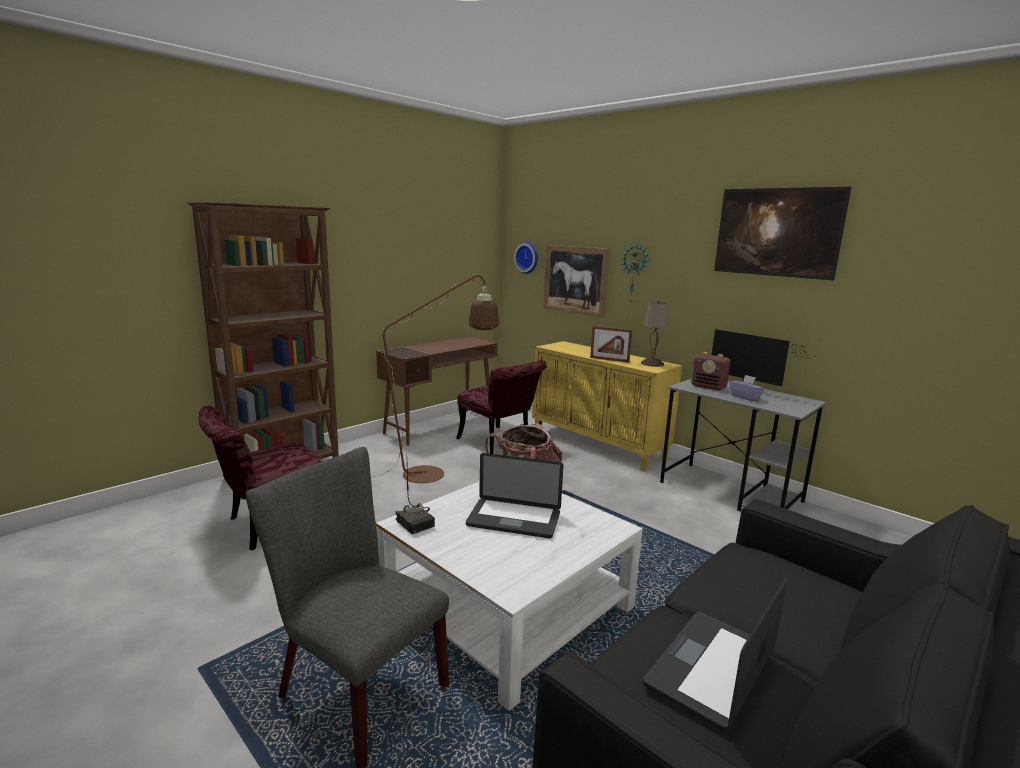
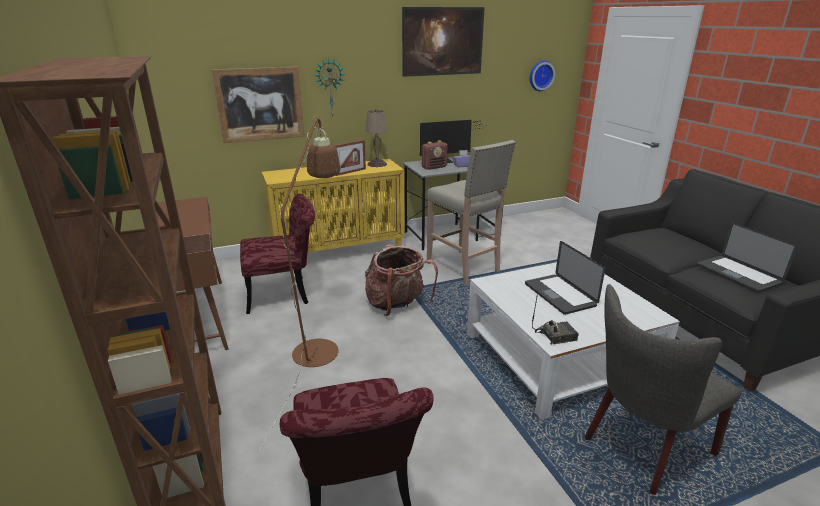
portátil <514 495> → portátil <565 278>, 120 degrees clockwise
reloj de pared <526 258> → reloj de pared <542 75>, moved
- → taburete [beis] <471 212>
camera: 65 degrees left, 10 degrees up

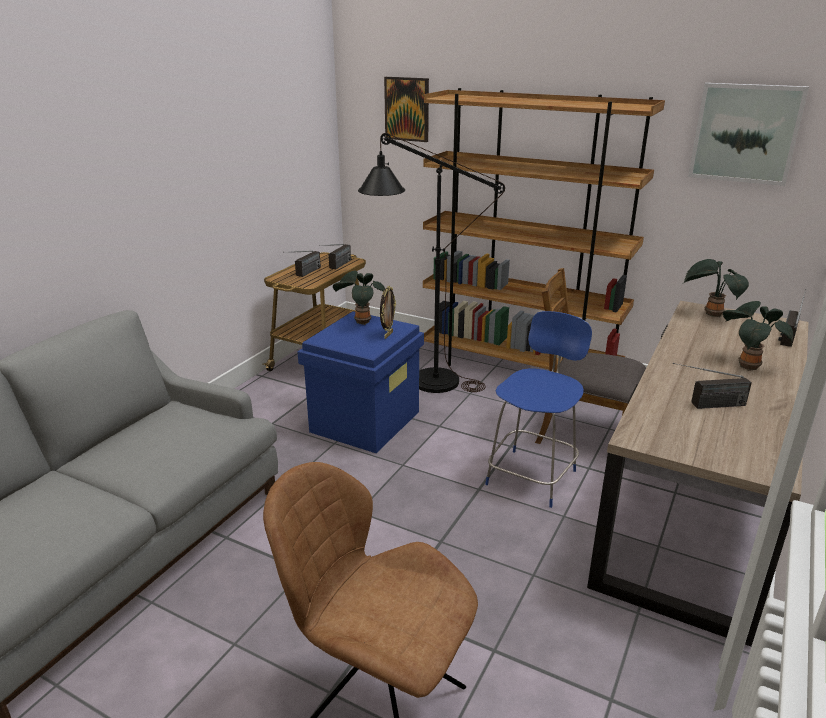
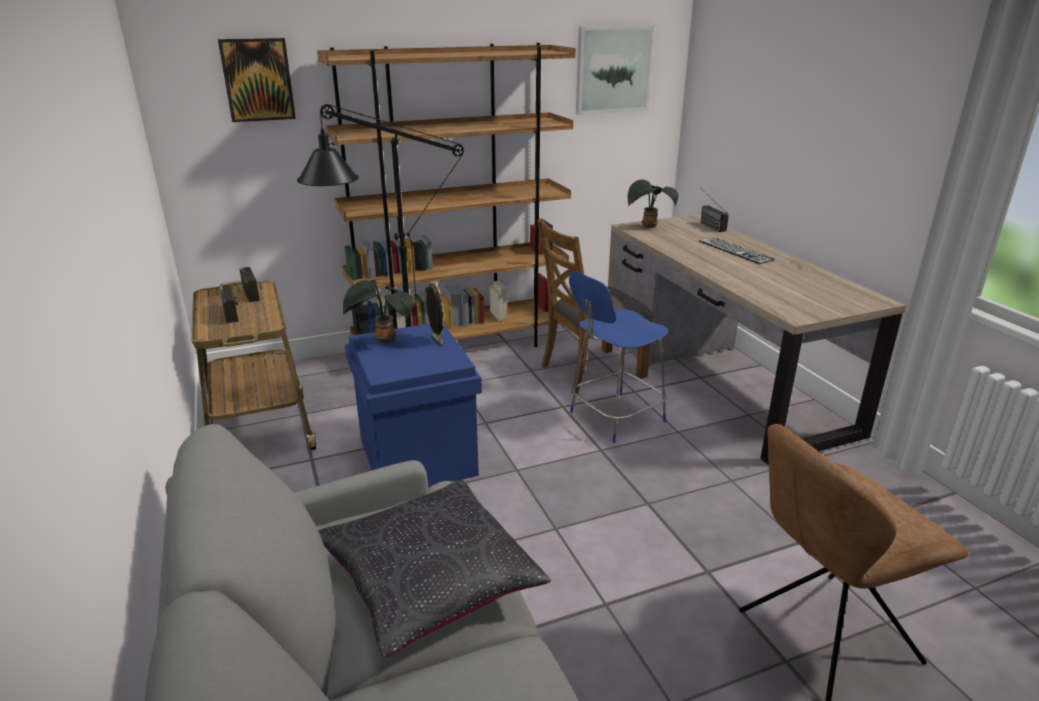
silla [azul] <538 409> → silla [azul] <619 357>, 105 degrees counterclockwise
radio <712 386> → -
planta en maceta <758 336> → teclado <737 250>
- → cojín [negro] <434 569>
camera: 50 degrees left, 0 degrees up

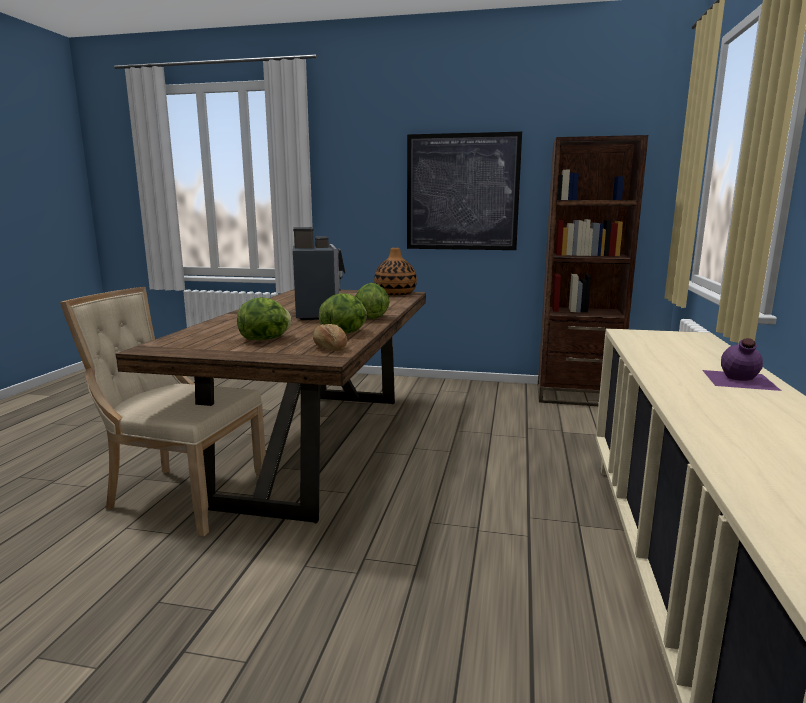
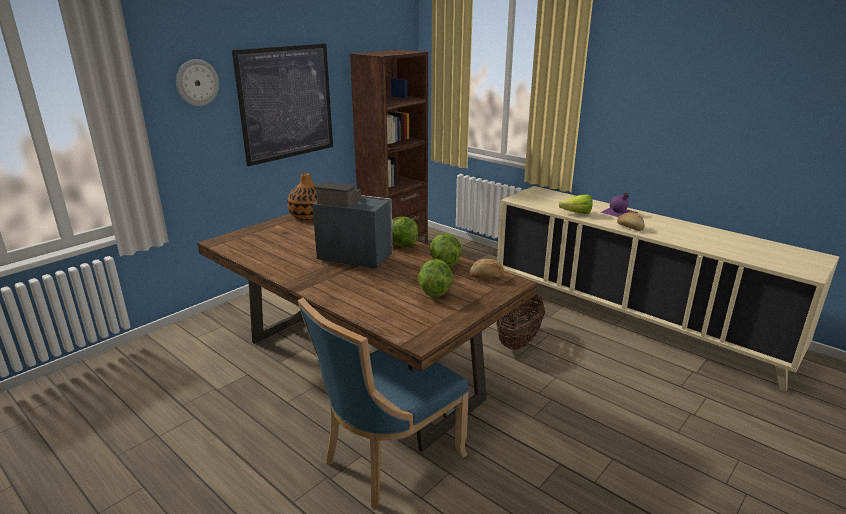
silla [beis] <163 411> → silla [azul] <383 403>
- → reloj de pared <197 82>
- → cesta <521 322>
- → lechuga <576 204>
- → pan <631 221>
camera: 60 degrees left, 10 degrees up

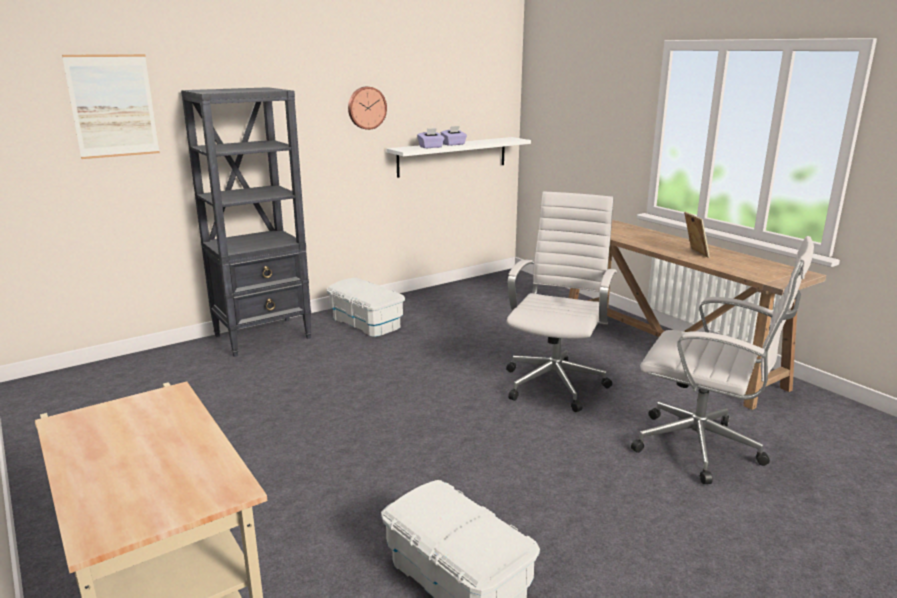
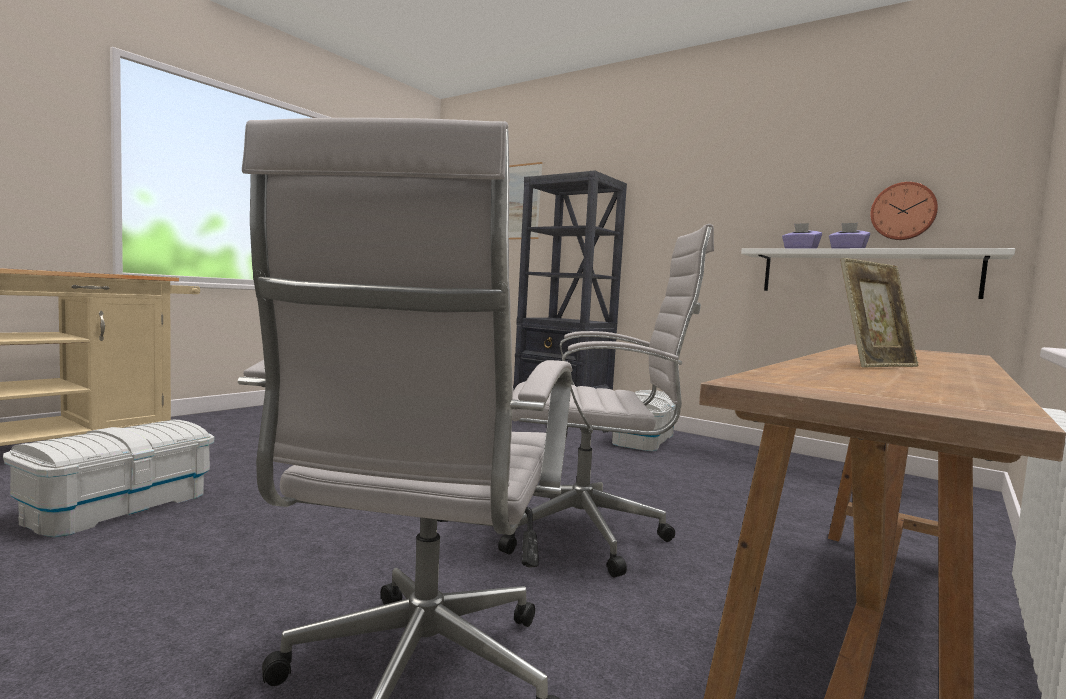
reloj de pared <367 108> → reloj de pared <904 211>, moved
camera: 70 degrees right, 15 degrees down

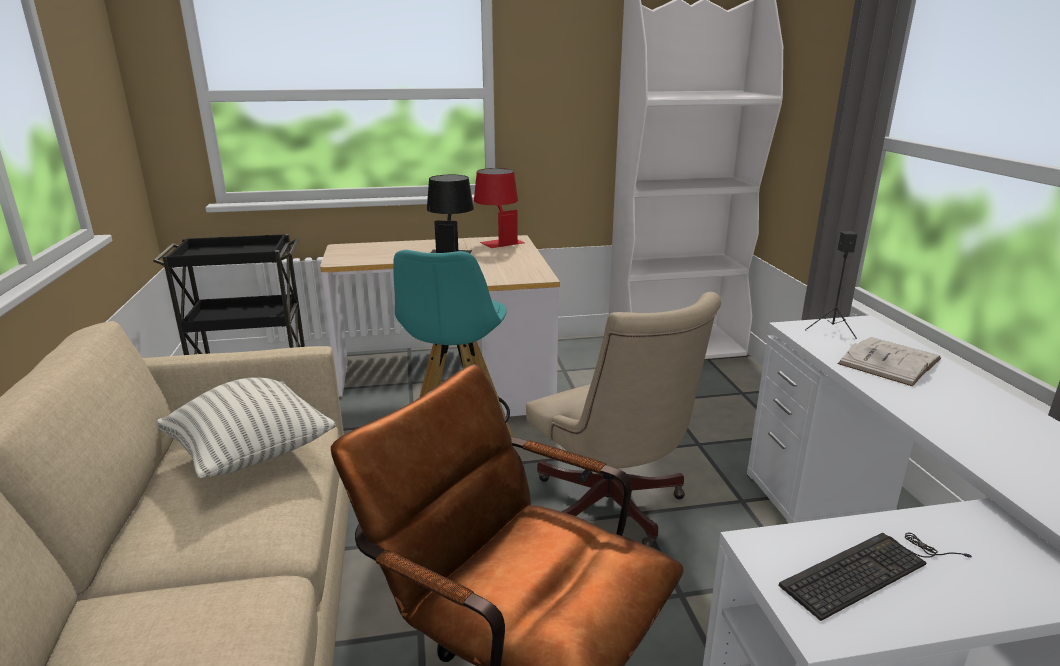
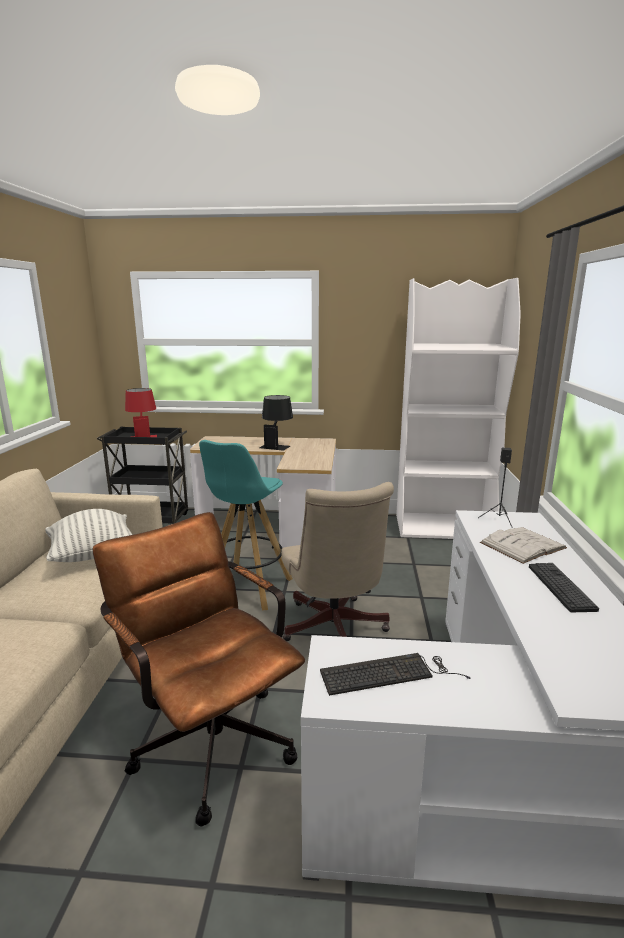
lámpara de mesa [rojo] <499 208> → lámpara de mesa [rojo] <141 412>, moved
- → teclado <564 587>
camera: 15 degrees right, 5 degrees down

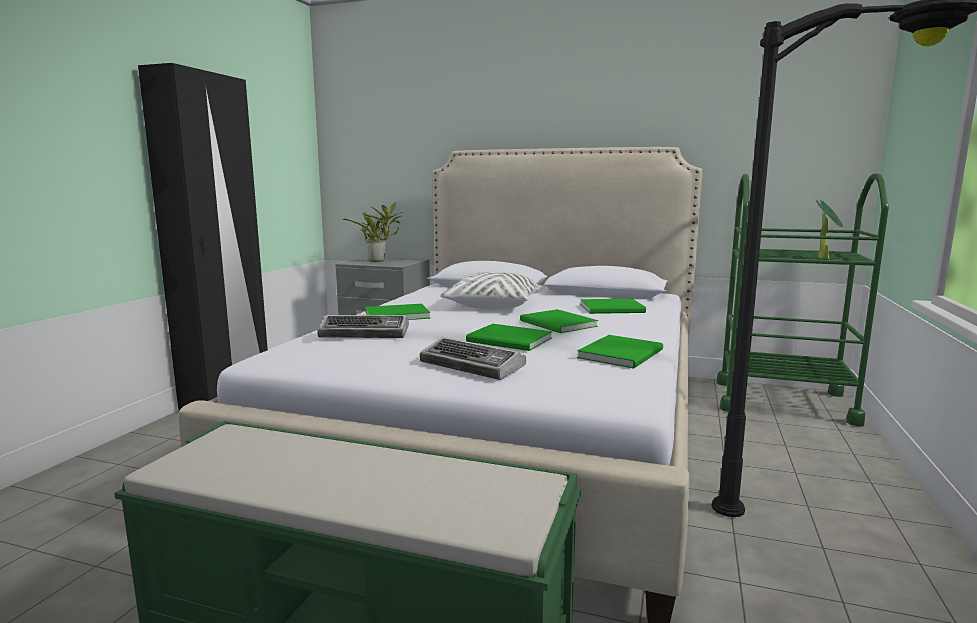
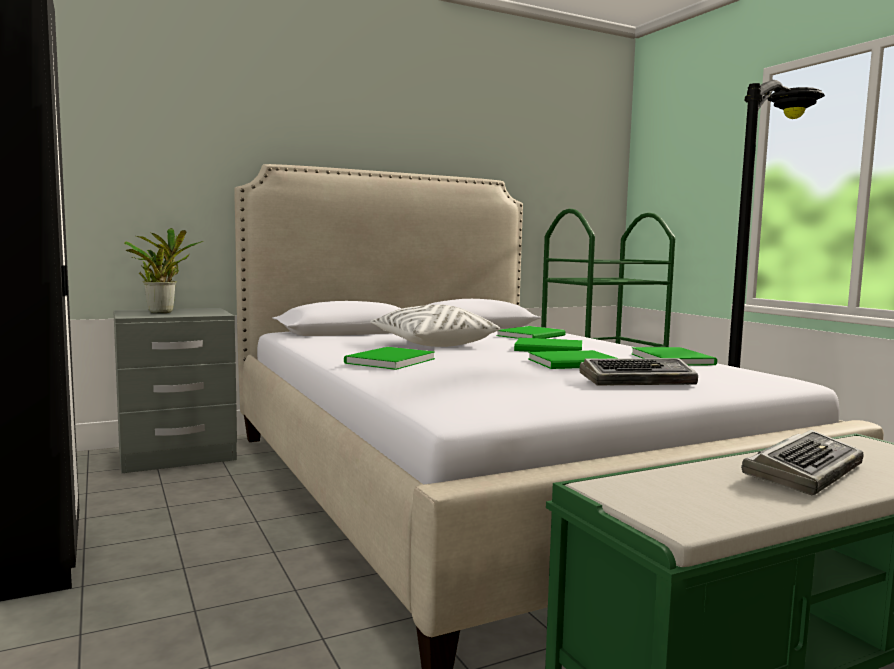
teclado <363 326> → teclado <802 462>, moved
planta en maceta <829 229> → -
camera: 45 degrees left, 5 degrees down

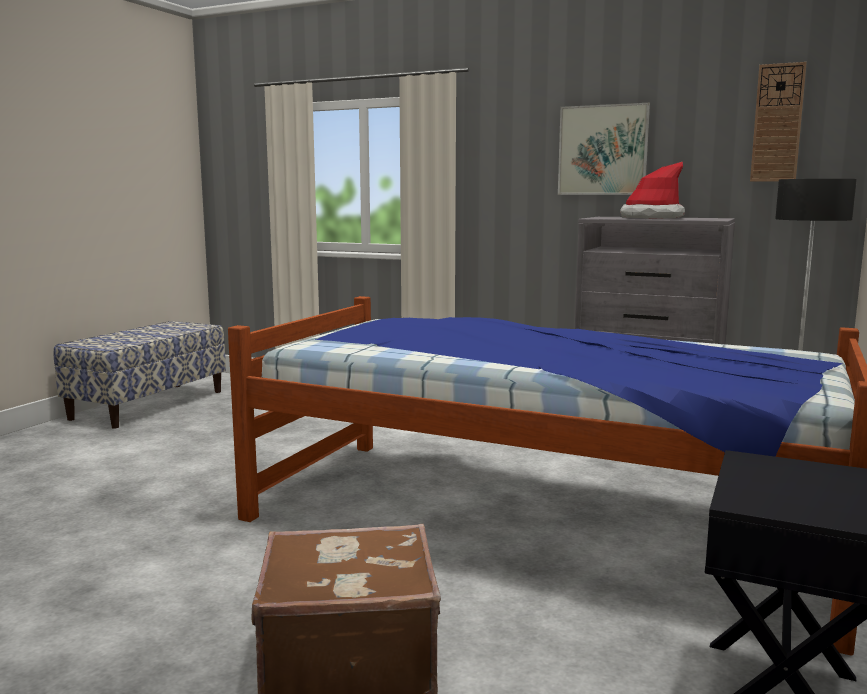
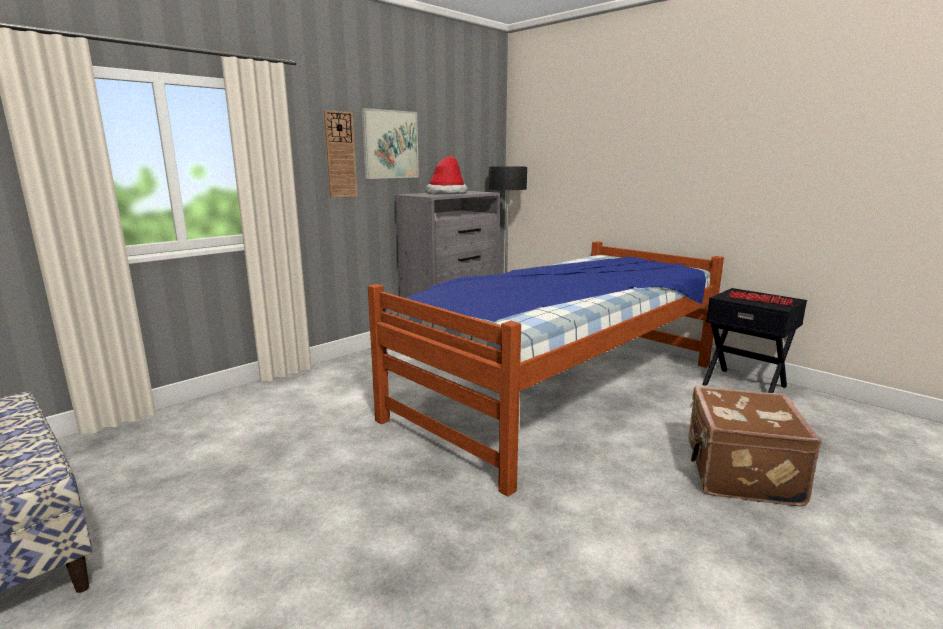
reloj de pared <778 122> → reloj de pared <340 154>, moved
- → teclado <761 298>
camera: 70 degrees left, 5 degrees up

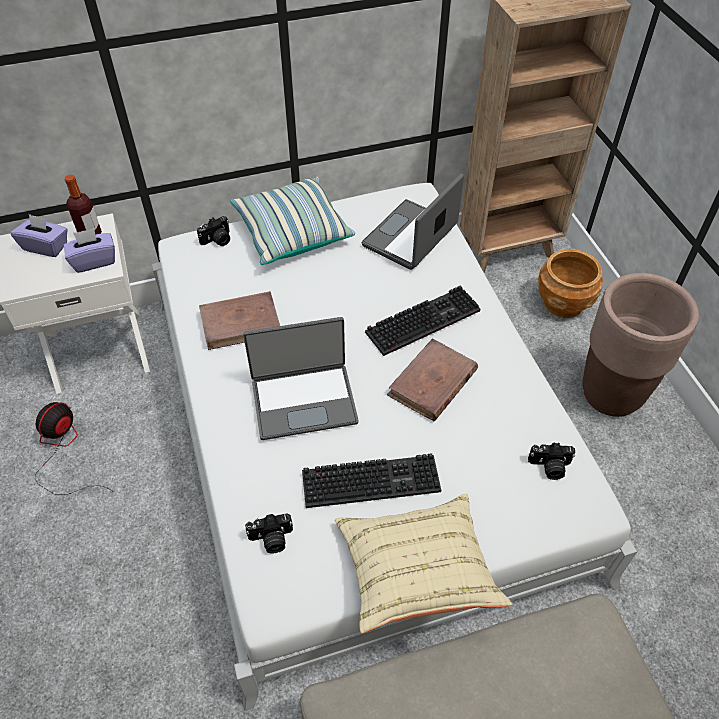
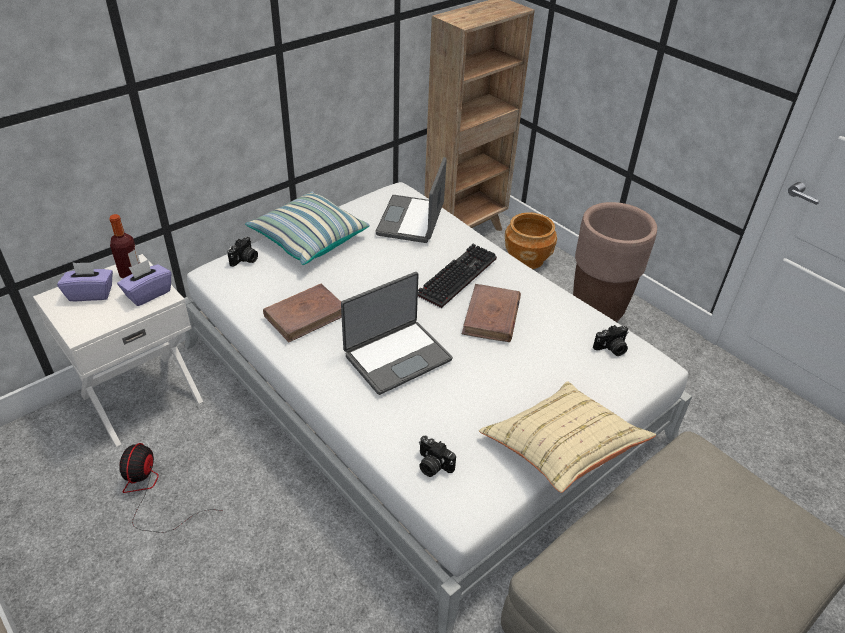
cámara <269 533> → cámara <437 456>, 75 degrees clockwise
teclado <371 480> → -
camera: 25 degrees left, 10 degrees down

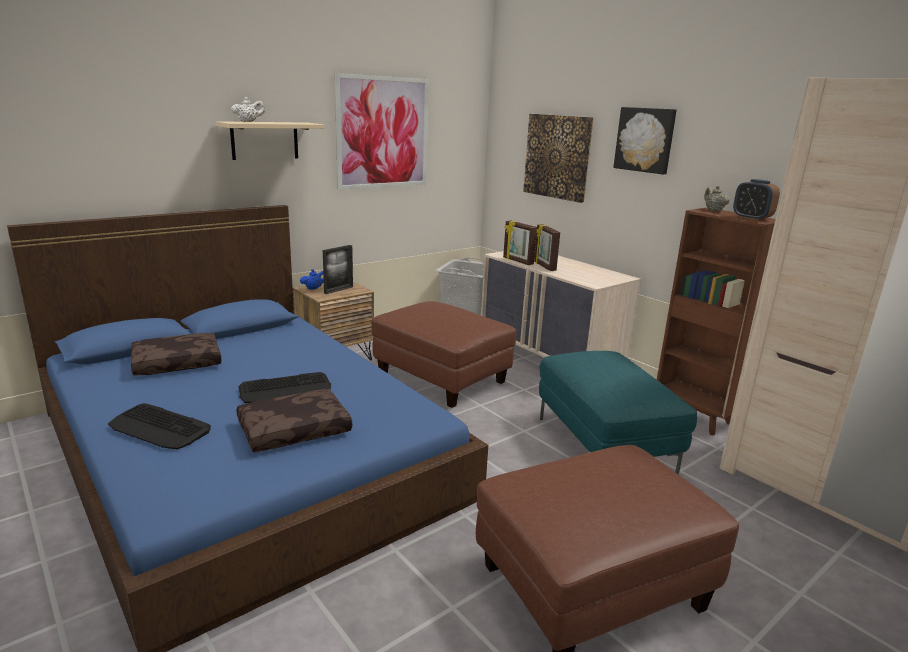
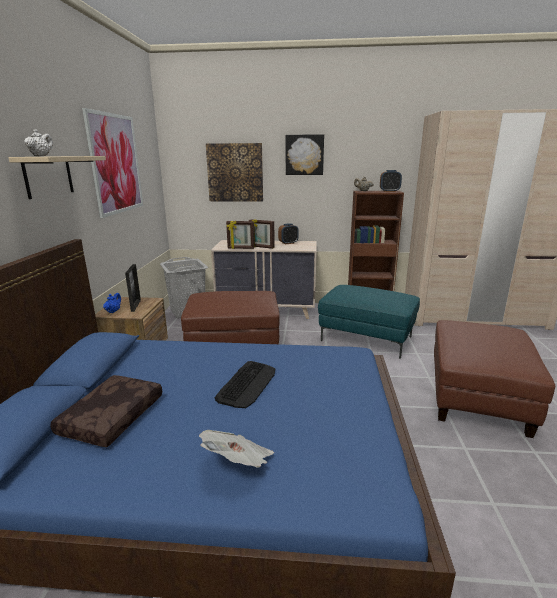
teclado <159 426> → periódico <236 449>
cojín [marrón] <294 420> → -
- → despertador <288 233>
camera: 45 degrees left, 0 degrees up

